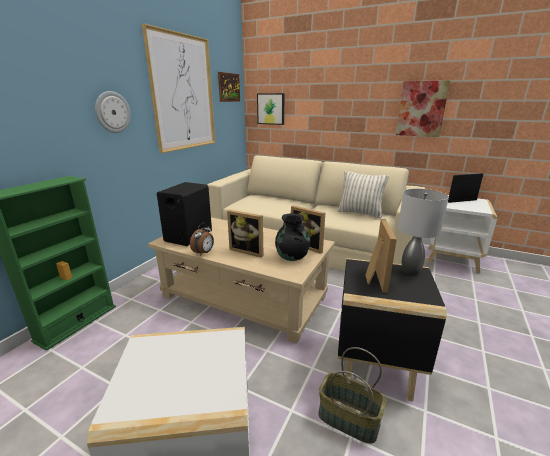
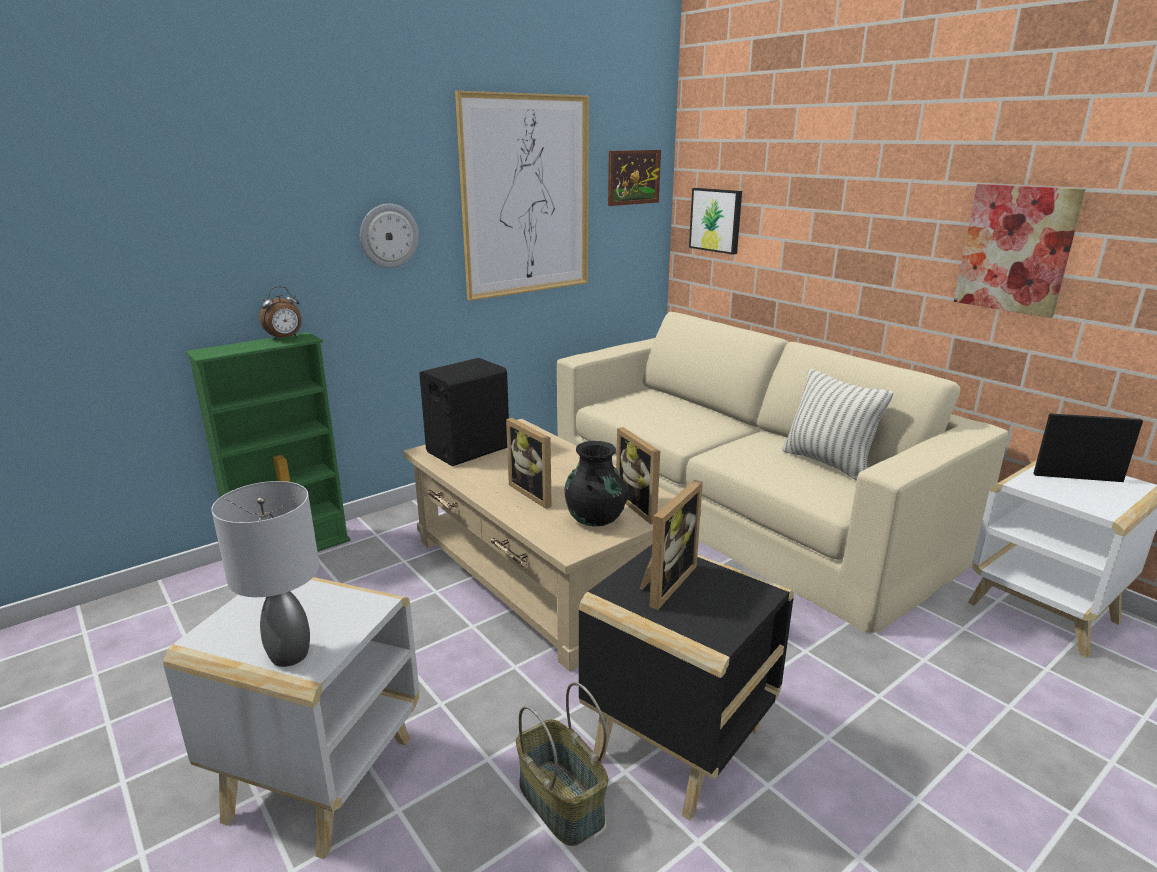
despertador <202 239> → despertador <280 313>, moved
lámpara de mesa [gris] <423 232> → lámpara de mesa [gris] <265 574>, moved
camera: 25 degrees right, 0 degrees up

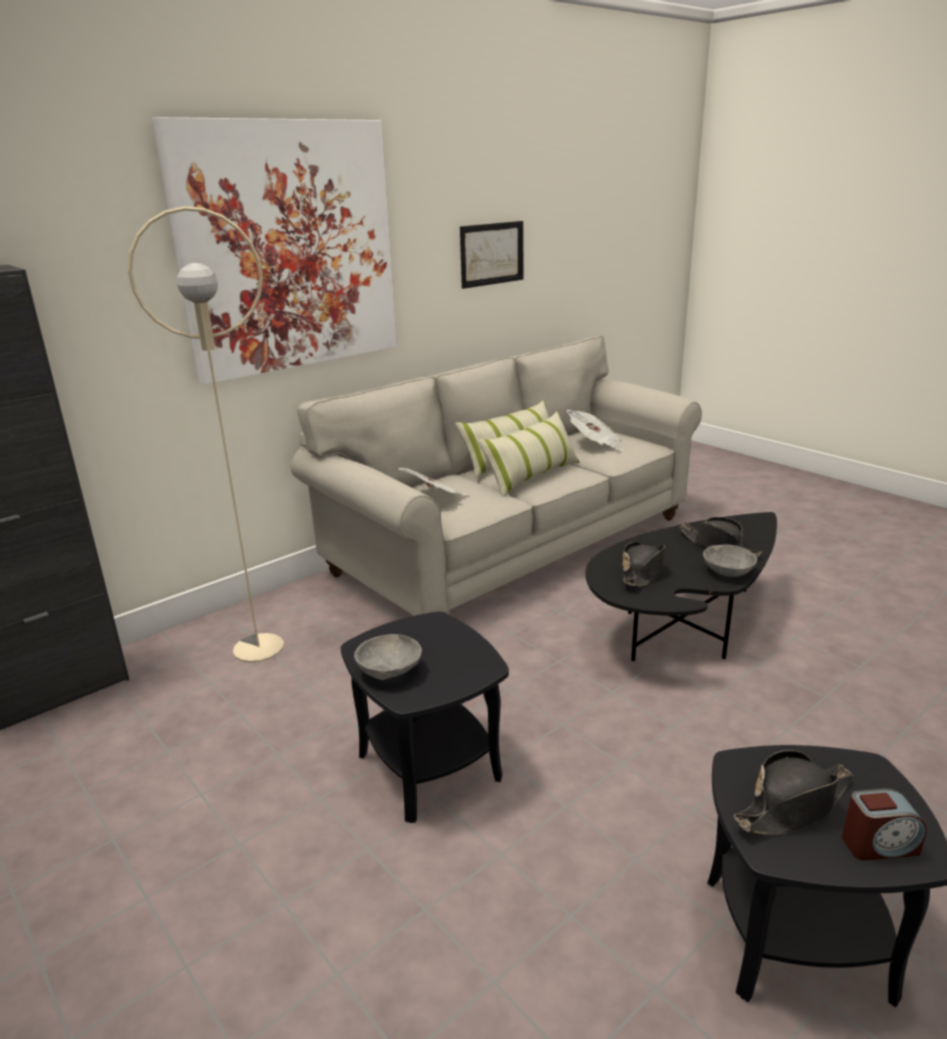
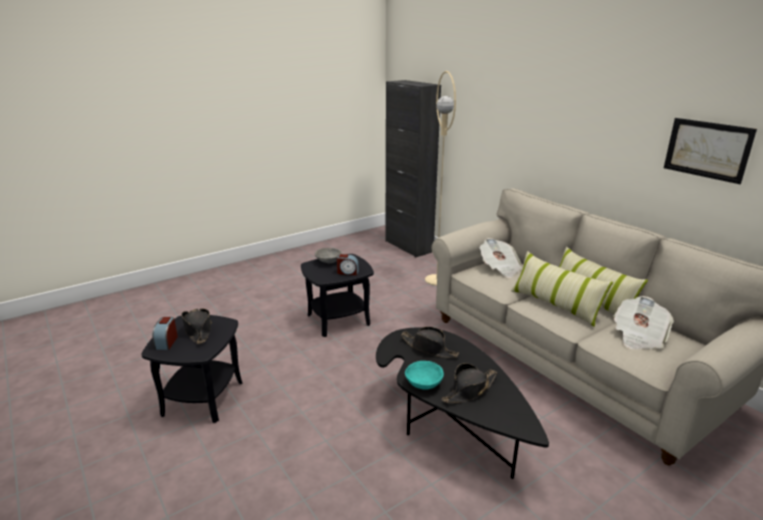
cuadro <274 251> → -
cuenco [gris] <730 560> → cuenco [turquesa] <424 375>
- → despertador <348 264>
camera: 95 degrees right, 0 degrees up

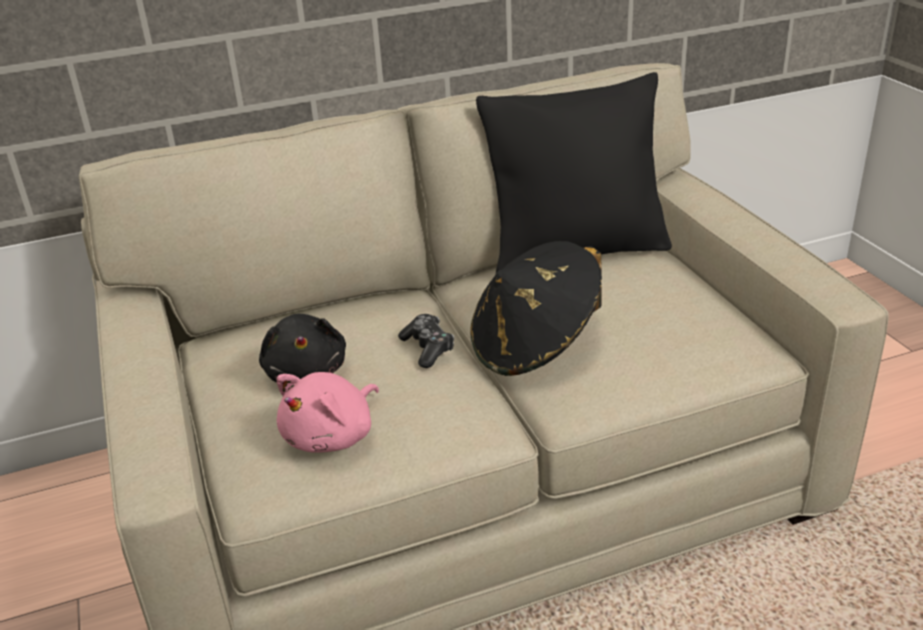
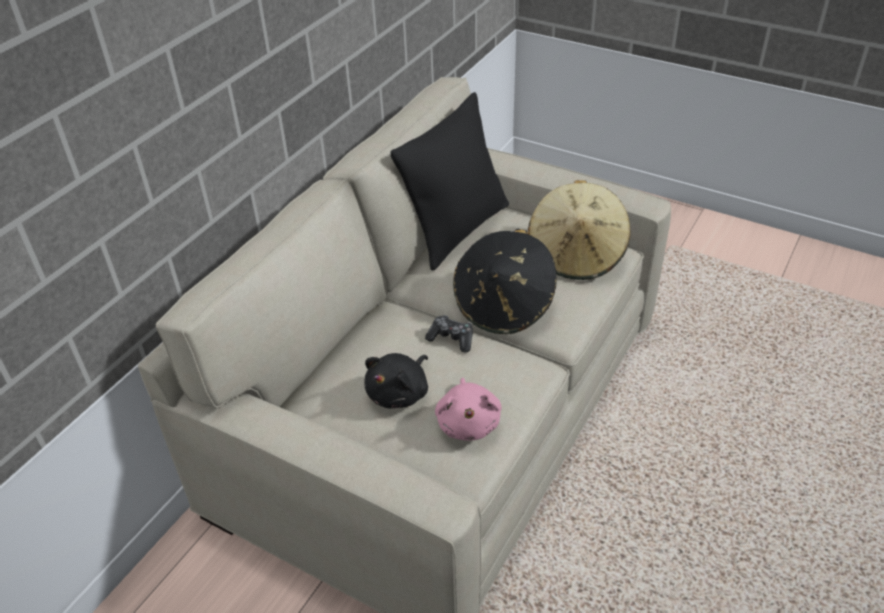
peluche [negro] <302 348> → peluche [negro] <396 380>, 90 degrees clockwise
- → sombrero [beis] <579 230>
camera: 40 degrees left, 10 degrees up

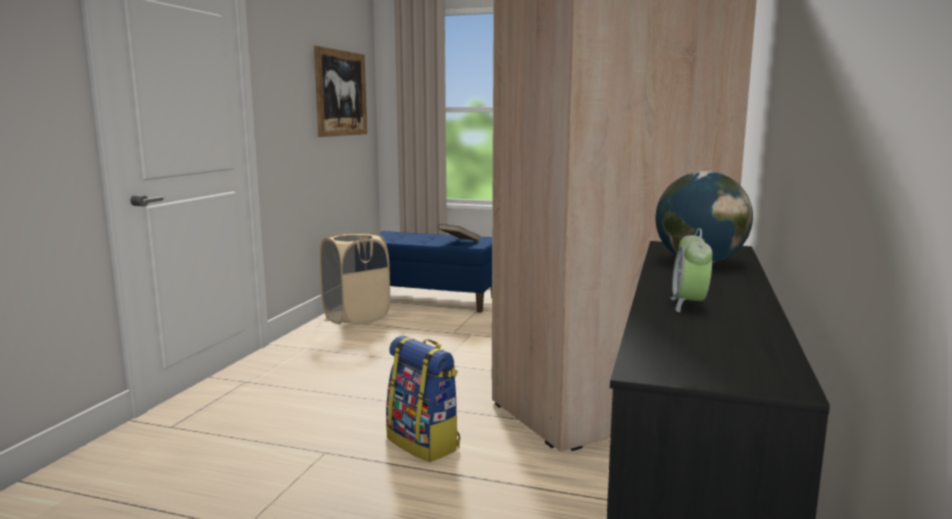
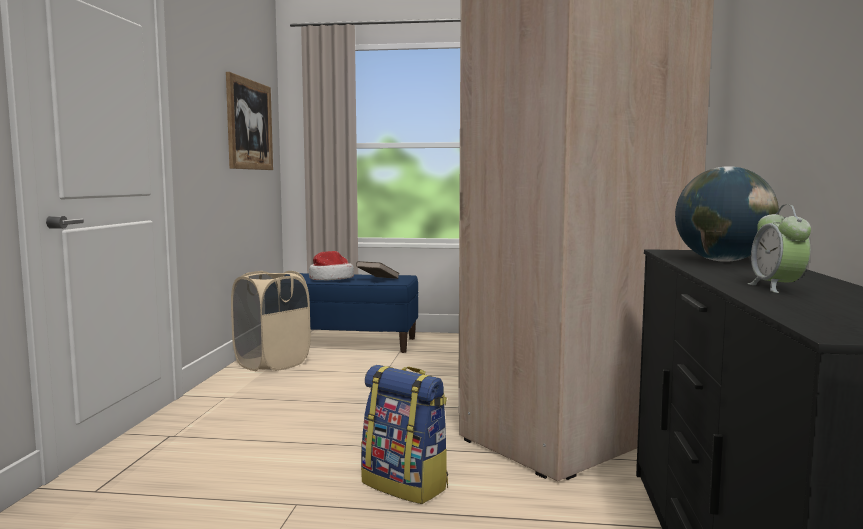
- → sombrero <331 265>
camera: 10 degrees left, 5 degrees down

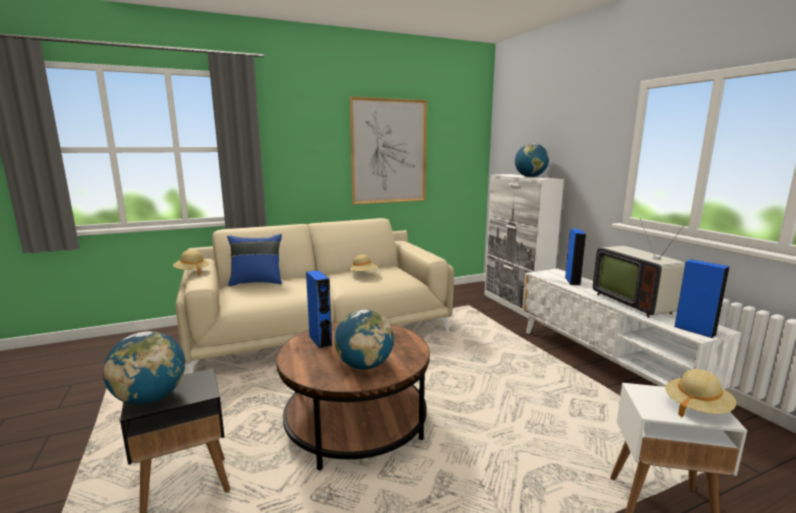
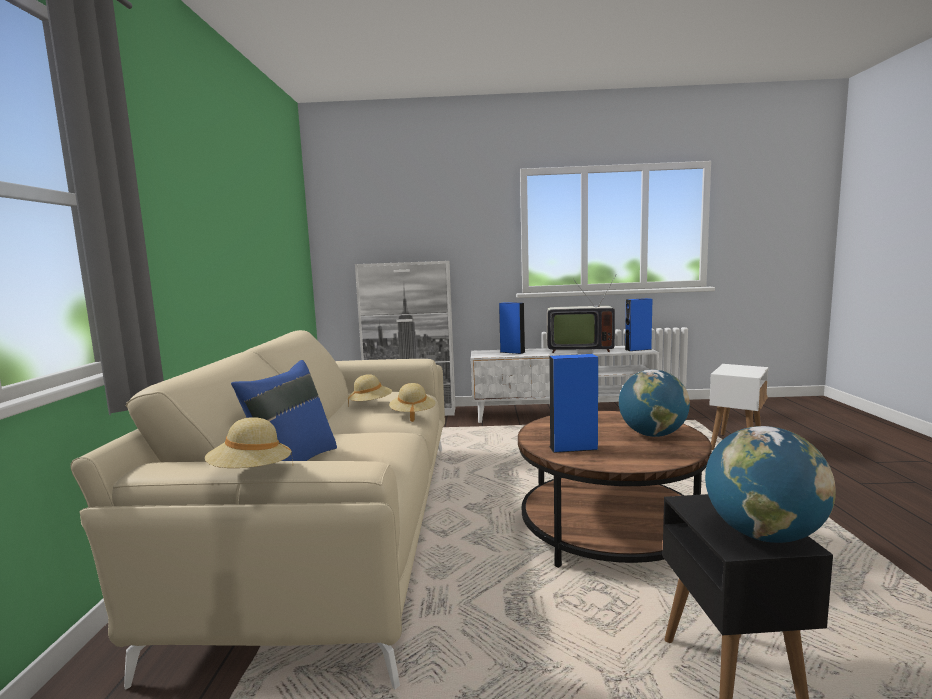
cuadro <388 150> → -
globo terráqueo <532 160> → -
sombrero [beis] <700 393> → sombrero [beis] <412 402>, moved
camera: 65 degrees left, 5 degrees down

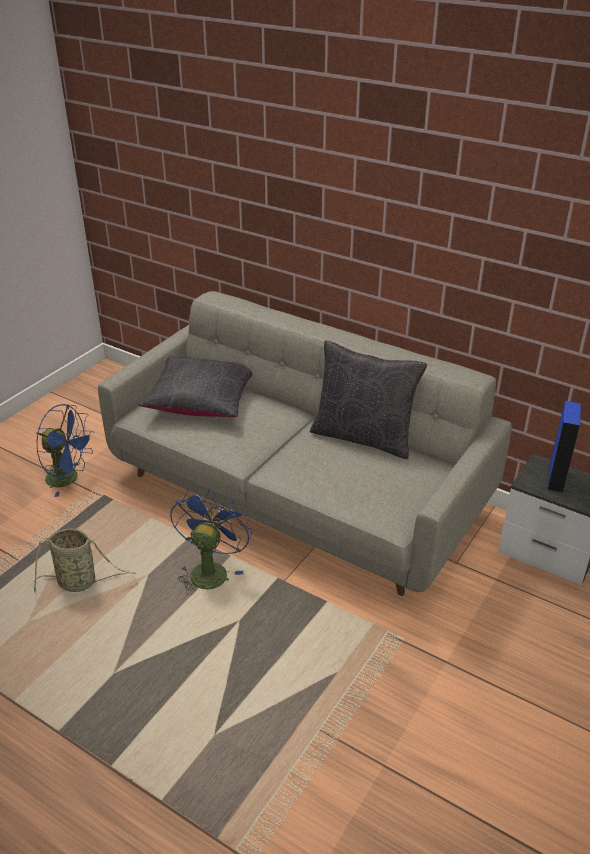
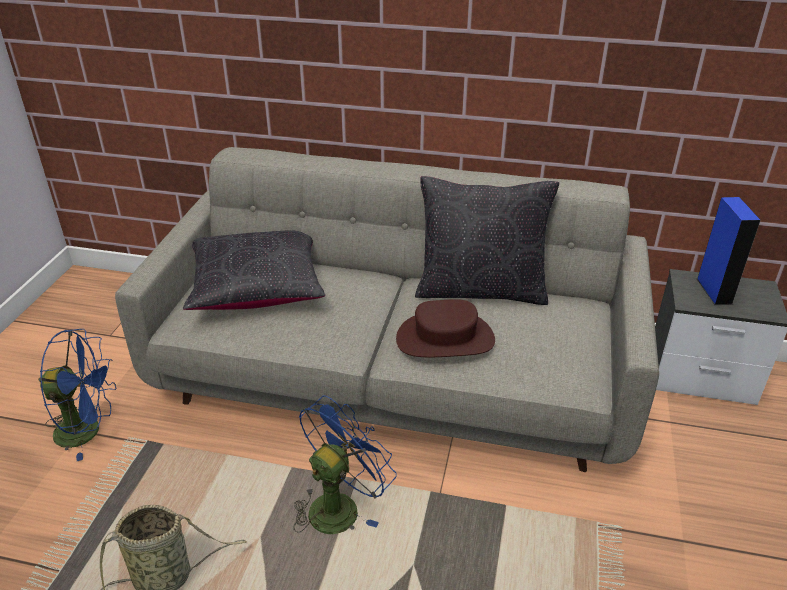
ventilador [azul] <211 542> → ventilador [azul] <345 465>, 45 degrees clockwise
- → sombrero [marrón] <445 328>
camera: 20 degrees left, 0 degrees up

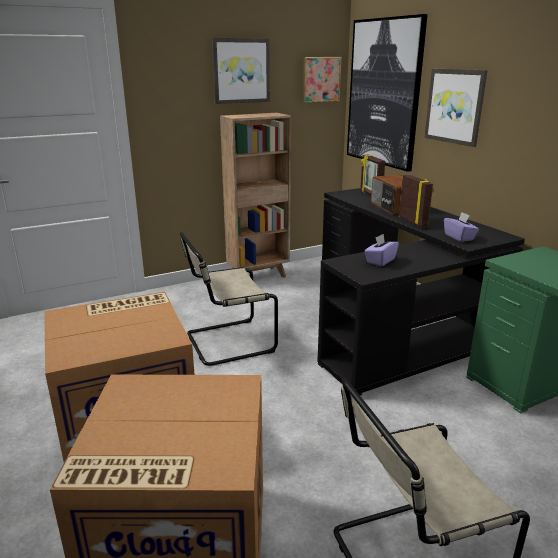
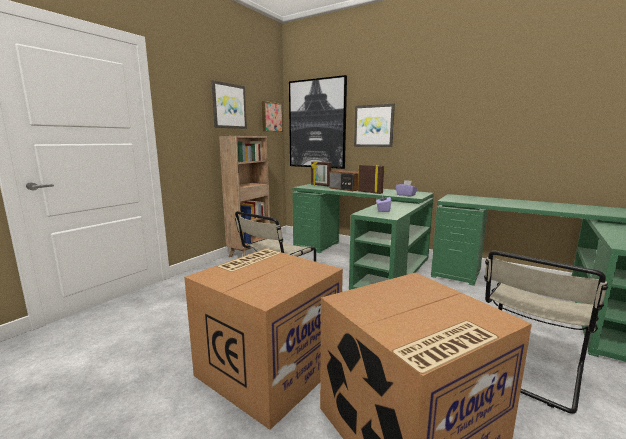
escritorio [negro] <421 291> → escritorio [verde] <363 237>
camera: 30 degrees left, 10 degrees down

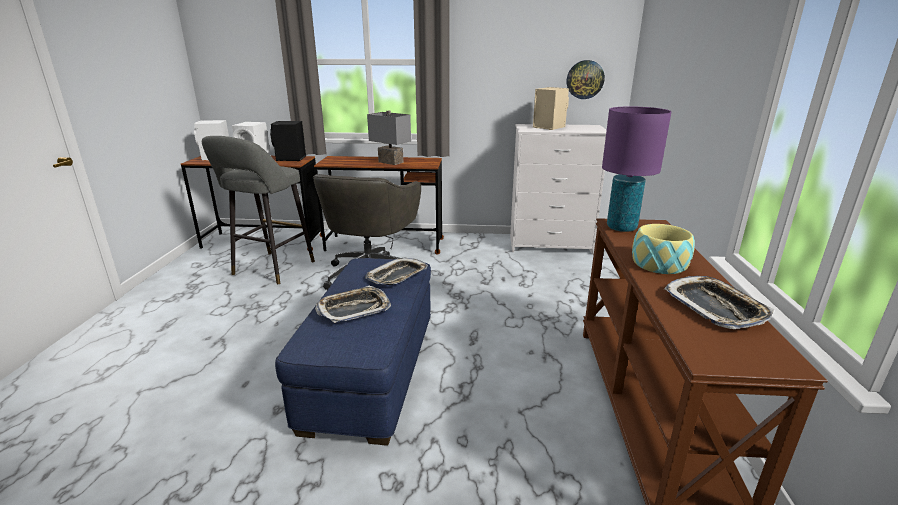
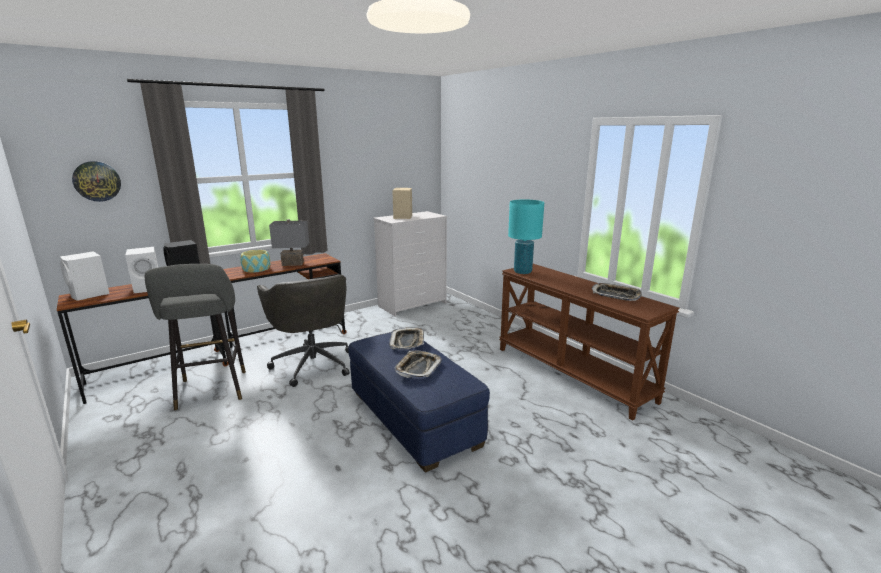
reloj de pared <586 79> → reloj de pared <96 181>, moved
lámpara de mesa [morado] <637 169> → lámpara de mesa [turquesa] <526 236>
cuenco <663 249> → cuenco <255 261>, moved
camera: 40 degrees left, 5 degrees down

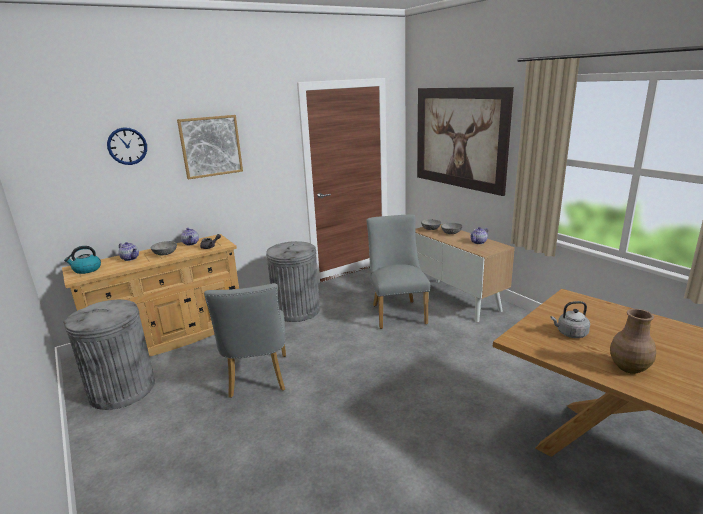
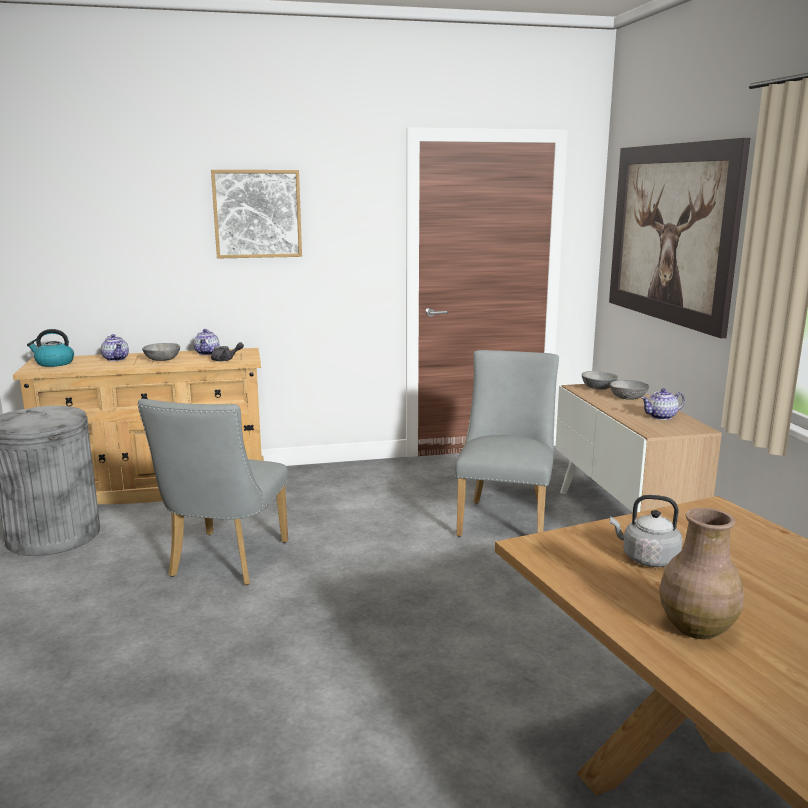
reloj de pared <127 146> → -
papelera [gris] <293 281> → -
camera: 20 degrees right, 5 degrees down

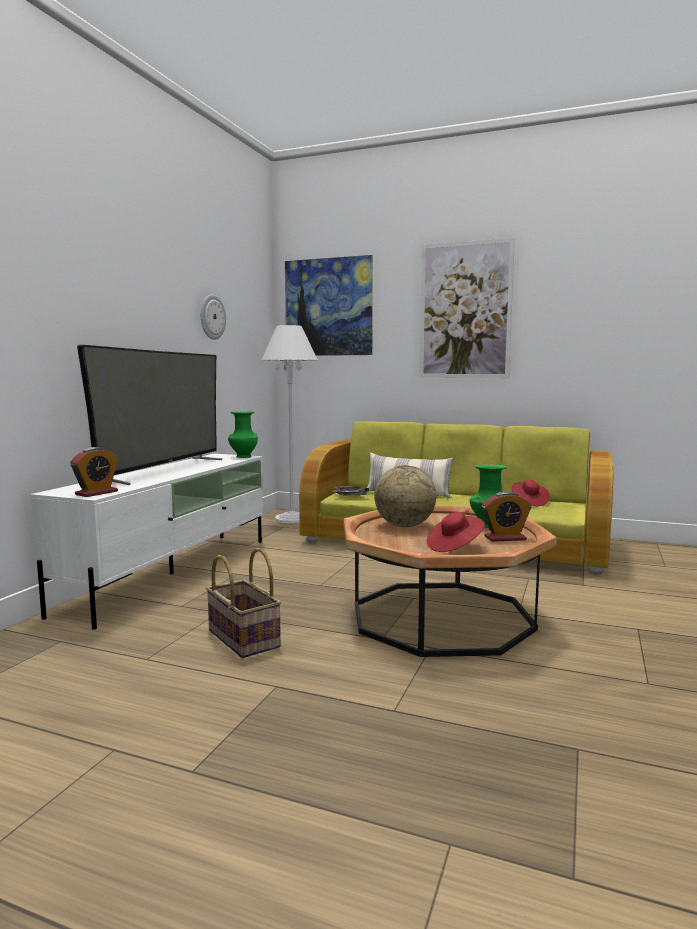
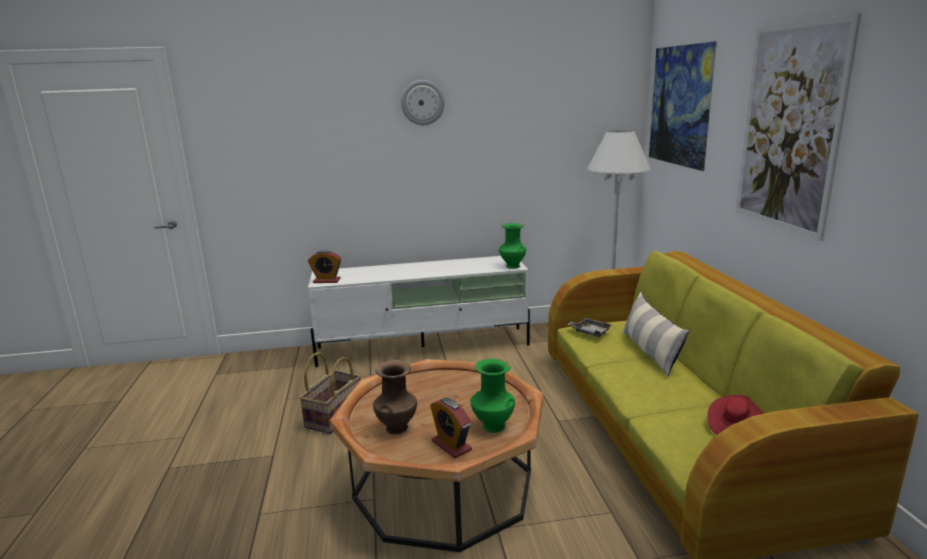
televisor <149 415> → -
reloj de pared <213 317> → reloj de pared <423 102>, moved
globo terráqueo <405 496> → -
sombrero [rojo] <456 532> → florero [marrón] <395 397>
camera: 60 degrees right, 10 degrees up

